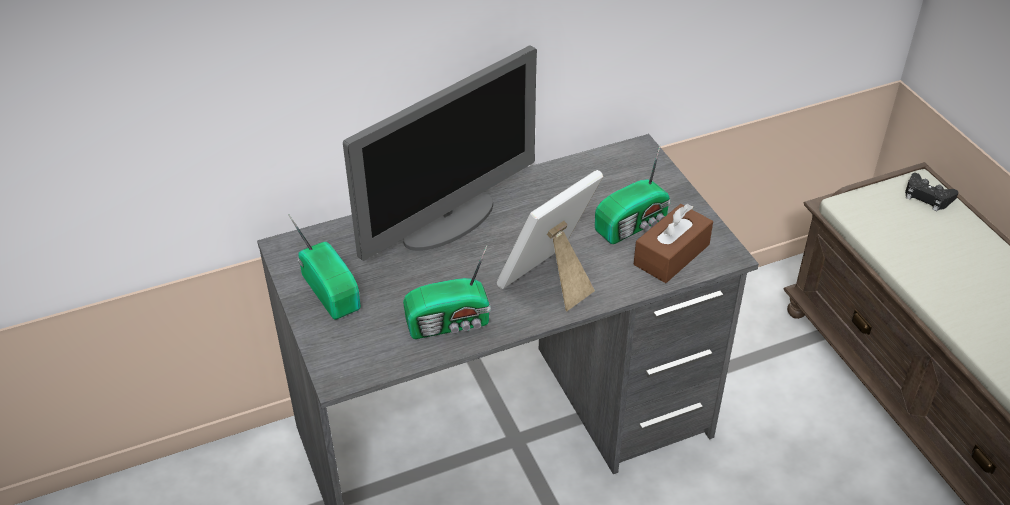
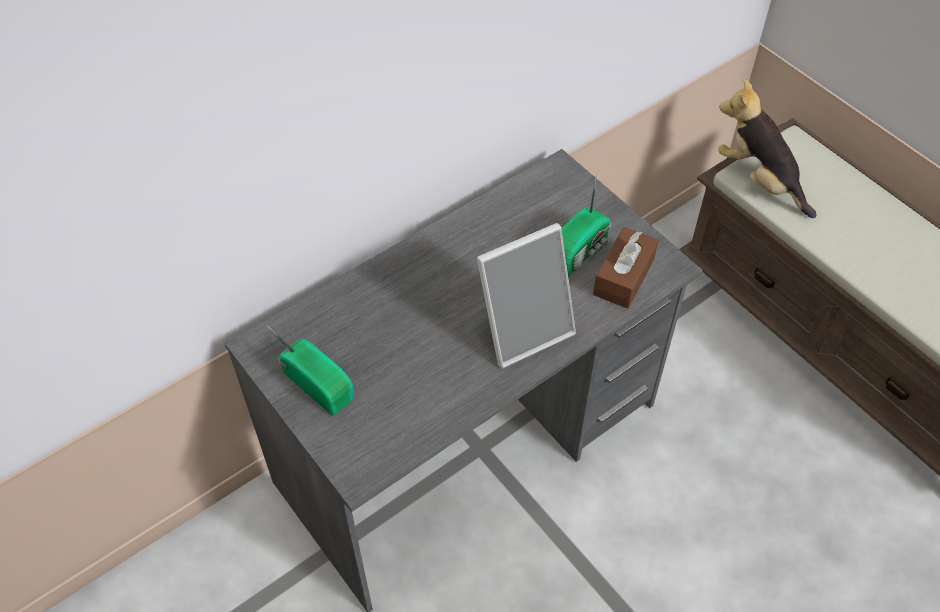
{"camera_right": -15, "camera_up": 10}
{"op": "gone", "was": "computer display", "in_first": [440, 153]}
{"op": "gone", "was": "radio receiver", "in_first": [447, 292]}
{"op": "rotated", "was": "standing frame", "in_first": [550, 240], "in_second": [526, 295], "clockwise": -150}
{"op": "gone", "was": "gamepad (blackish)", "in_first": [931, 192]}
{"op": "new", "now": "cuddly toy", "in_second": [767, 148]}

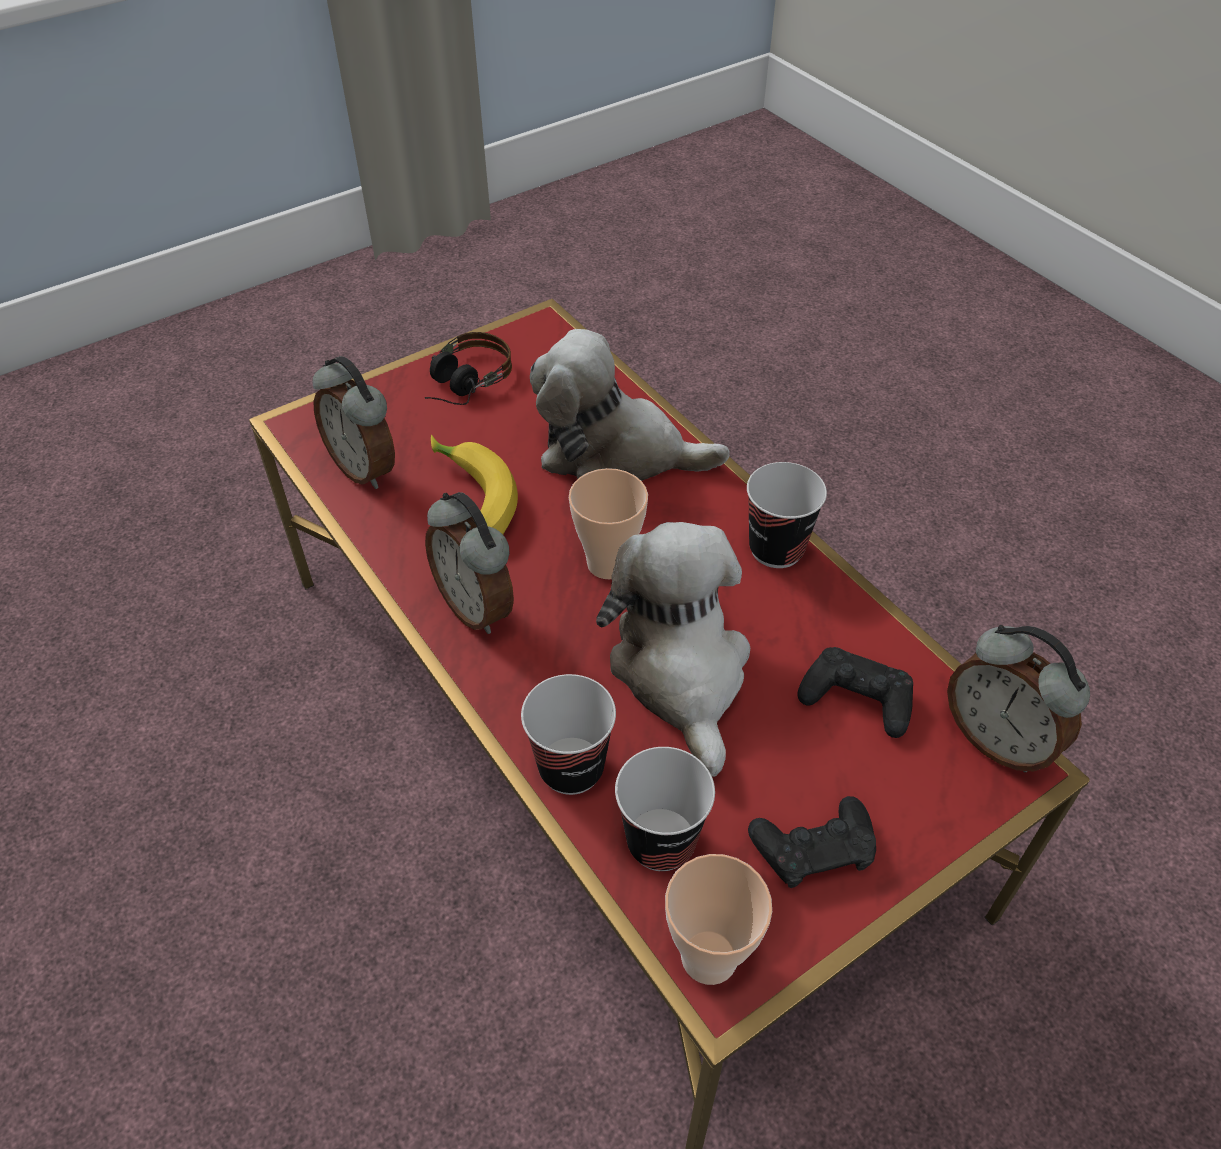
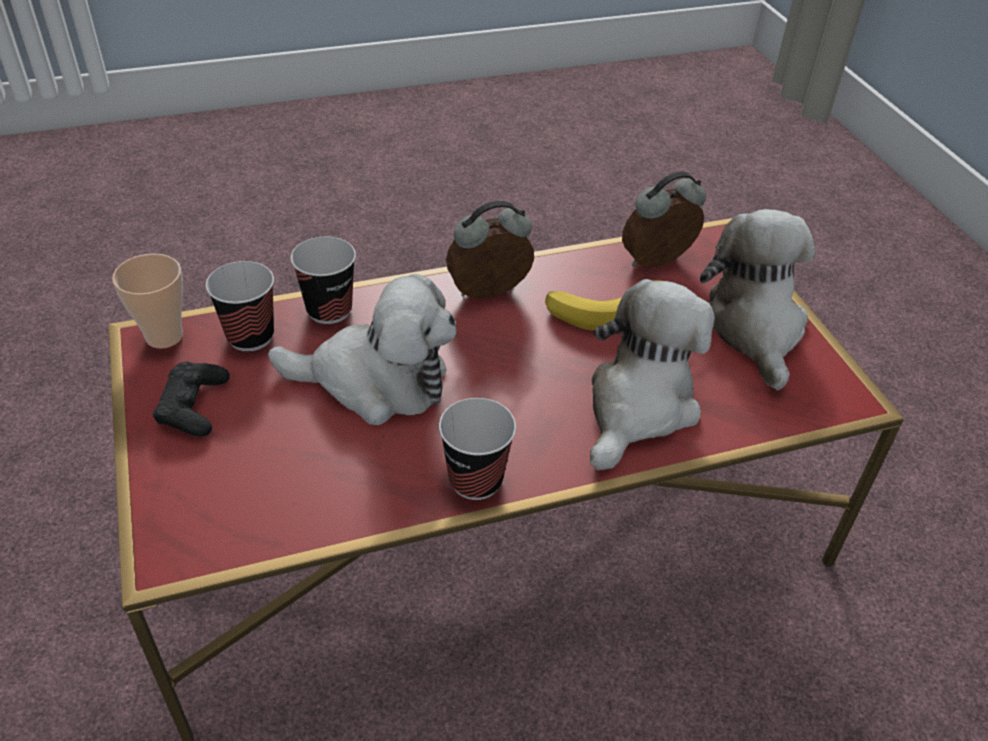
{"camera_right": 105, "camera_up": -5}
{"op": "swapped", "was": "pair of headphones", "now": "cuddly toy", "in_first": [468, 368], "in_second": [757, 300]}
{"op": "gone", "was": "cup", "in_first": [608, 523]}
{"op": "gone", "was": "gamepad (blackish)", "in_first": [855, 692]}
{"op": "gone", "was": "alarm clock", "in_first": [1018, 698]}

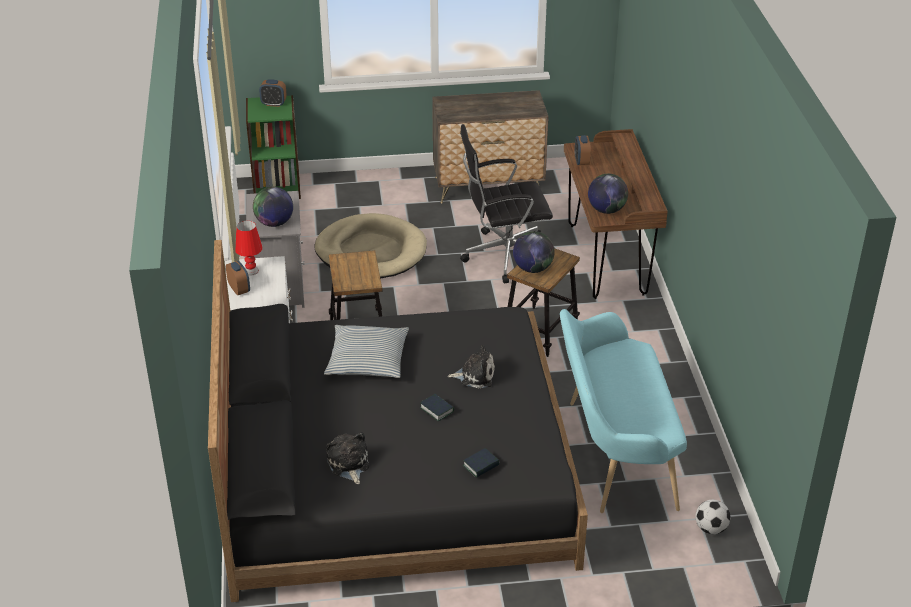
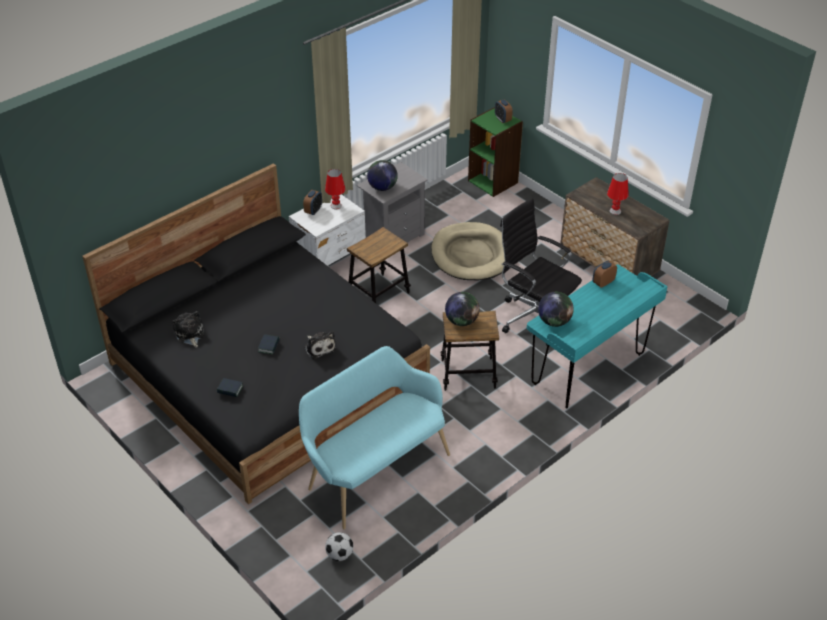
{"camera_right": 55, "camera_up": 5}
{"op": "gone", "was": "cushion", "in_first": [366, 351]}
{"op": "rotated", "was": "cuddly toy", "in_first": [347, 458], "in_second": [188, 329], "clockwise": -60}
{"op": "repainted", "was": "desk unit (brownish)", "now": "desk unit (turquoise)", "in_first": [616, 214], "in_second": [597, 336]}
{"op": "new", "now": "table lamp (red-coloured)", "in_second": [618, 194]}

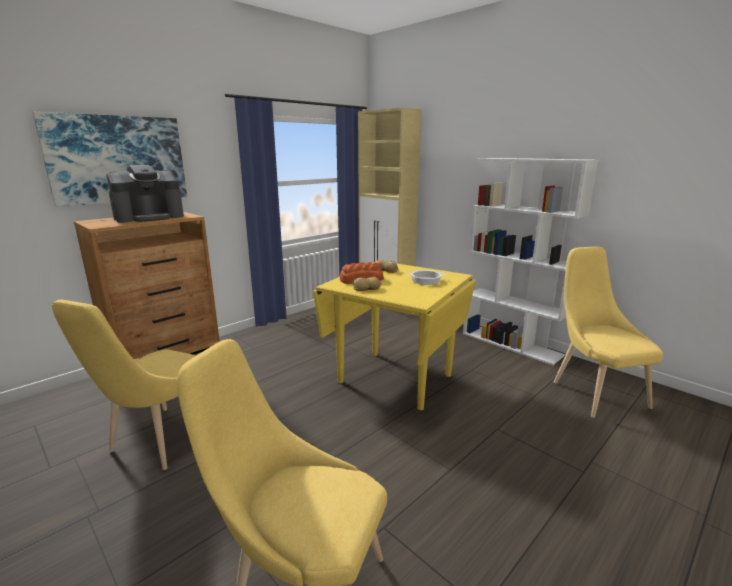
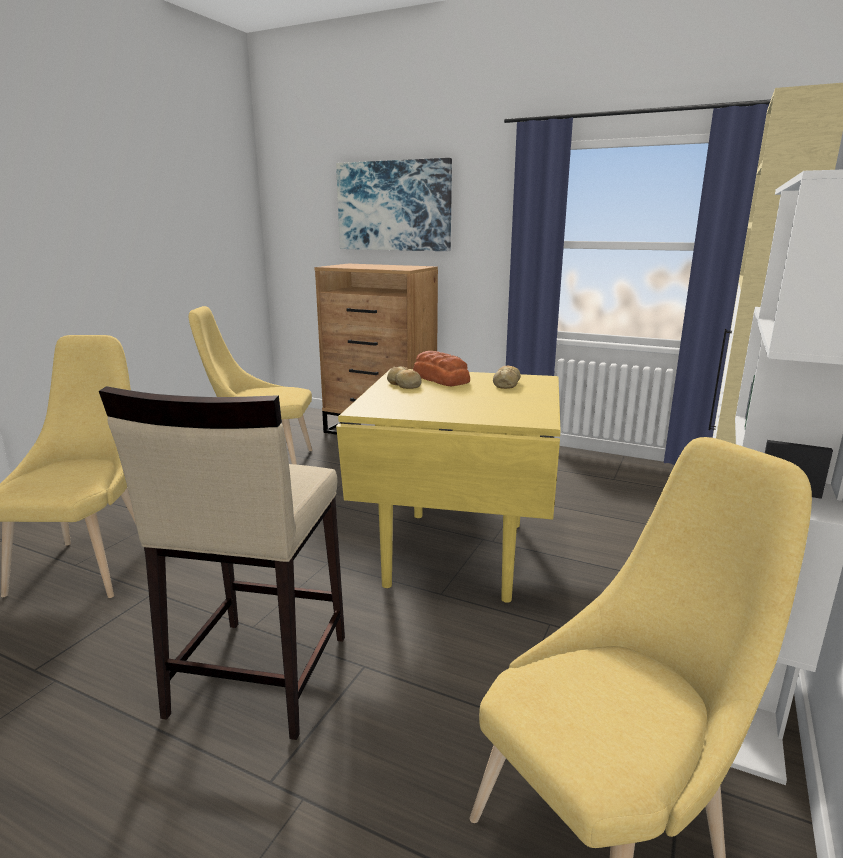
{"camera_right": 70, "camera_up": 0}
{"op": "gone", "was": "coffee maker", "in_first": [145, 194]}
{"op": "gone", "was": "cooking pot", "in_first": [426, 277]}
{"op": "new", "now": "stool (beige-coloured)", "in_second": [222, 563]}

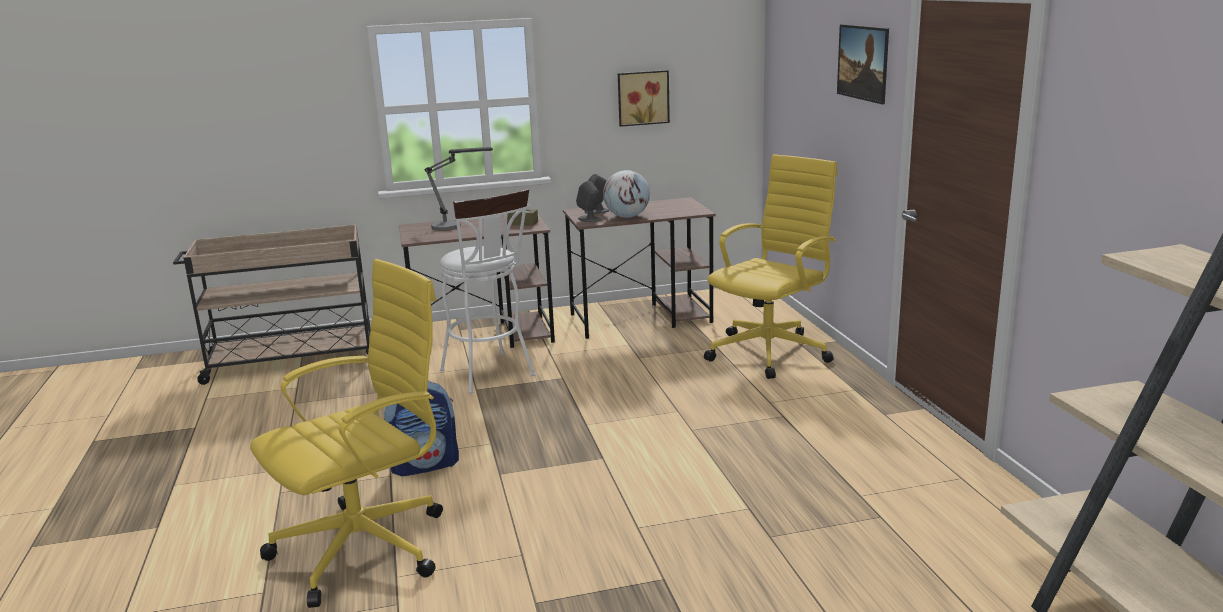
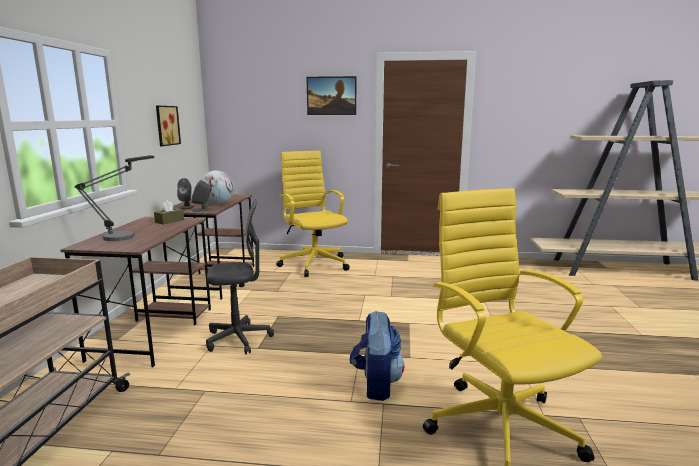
{"camera_right": -70, "camera_up": -5}
{"op": "swapped", "was": "stool (white-coloured)", "now": "office chair (greyish)", "in_first": [487, 291], "in_second": [240, 276]}

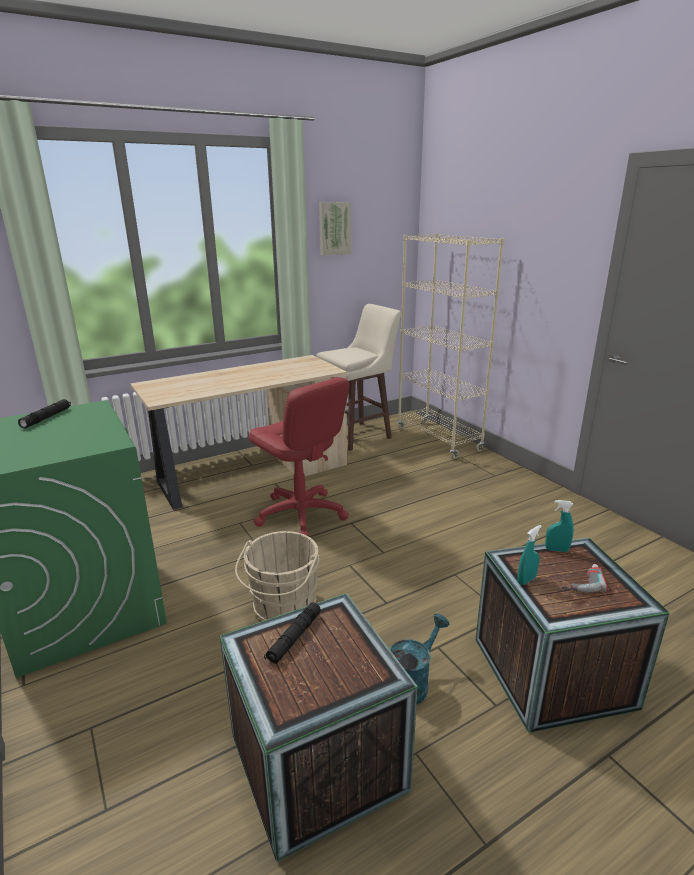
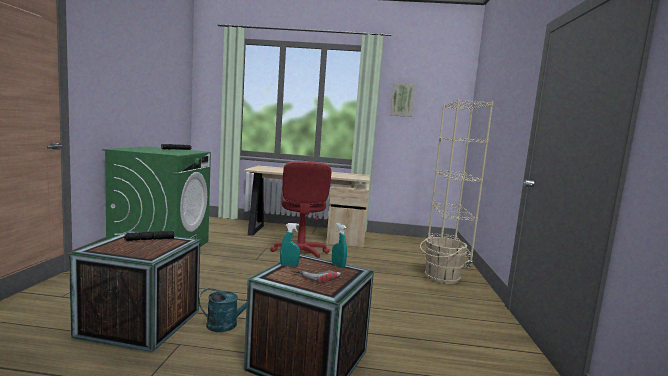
{"camera_right": 35, "camera_up": -15}
{"op": "shifted", "was": "bucket (beige-coloured)", "in_first": [277, 576], "in_second": [443, 259]}
{"op": "gone", "was": "stool (beige-coloured)", "in_first": [358, 377]}

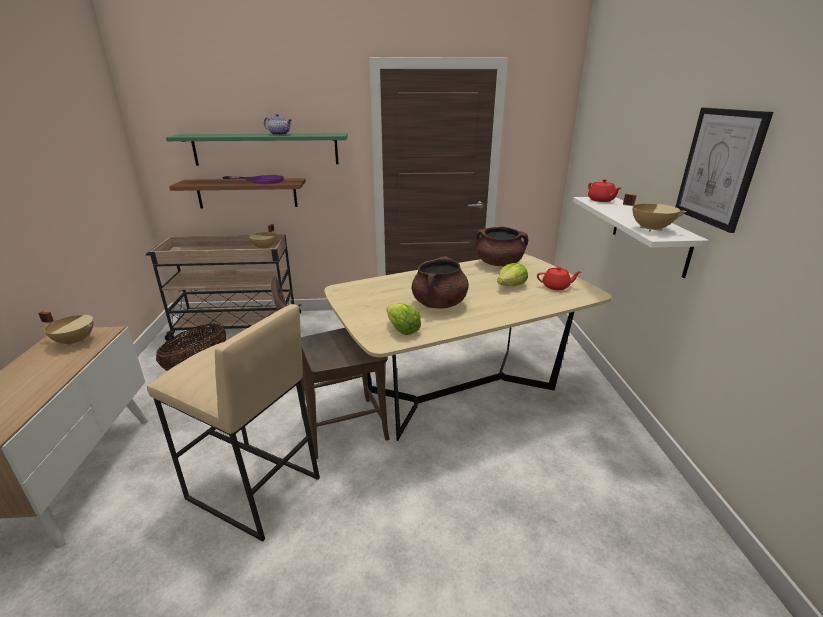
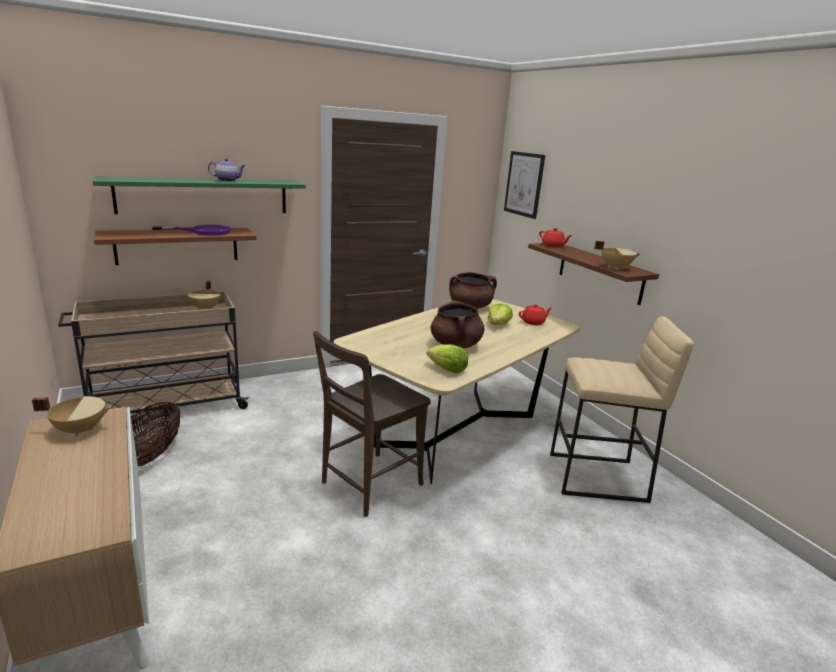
{"camera_right": -25, "camera_up": -5}
{"op": "shifted", "was": "stool (beige-coloured)", "in_first": [233, 422], "in_second": [622, 409]}
{"op": "repainted", "was": "shelf (white-coloured)", "now": "shelf (brownish)", "in_first": [641, 237], "in_second": [593, 274]}
{"op": "shifted", "was": "wall art", "in_first": [724, 170], "in_second": [524, 185]}

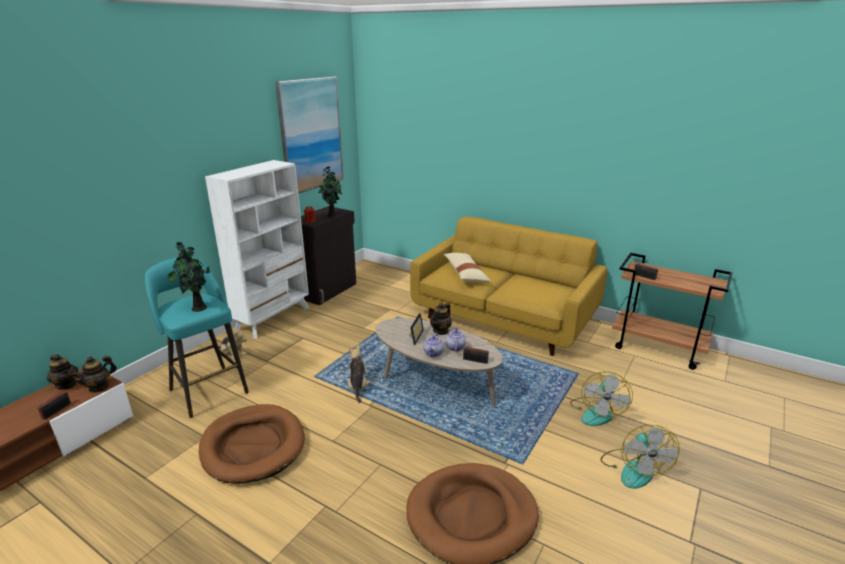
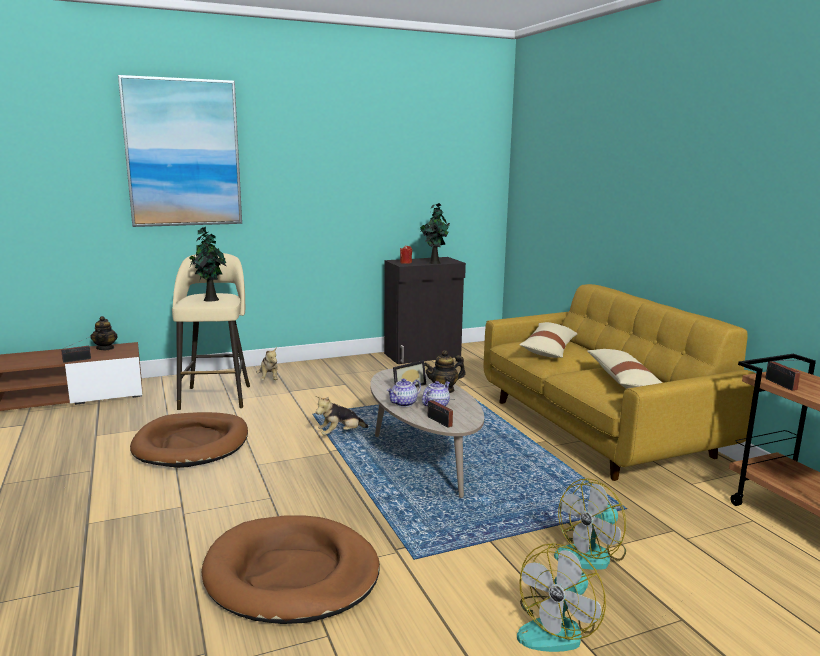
{"camera_right": 35, "camera_up": -10}
{"op": "gone", "was": "tea pot", "in_first": [94, 374]}
{"op": "repainted", "was": "stool (turquoise)", "now": "stool (beige-coloured)", "in_first": [197, 337], "in_second": [211, 331]}
{"op": "gone", "was": "bookshelf (white-coloured)", "in_first": [257, 249]}
{"op": "shifted", "was": "wall art", "in_first": [309, 135], "in_second": [180, 151]}
{"op": "rotated", "was": "cuddly toy", "in_first": [359, 374], "in_second": [342, 415], "clockwise": -150}
{"op": "new", "now": "cushion (beige-coloured)", "in_second": [624, 369]}

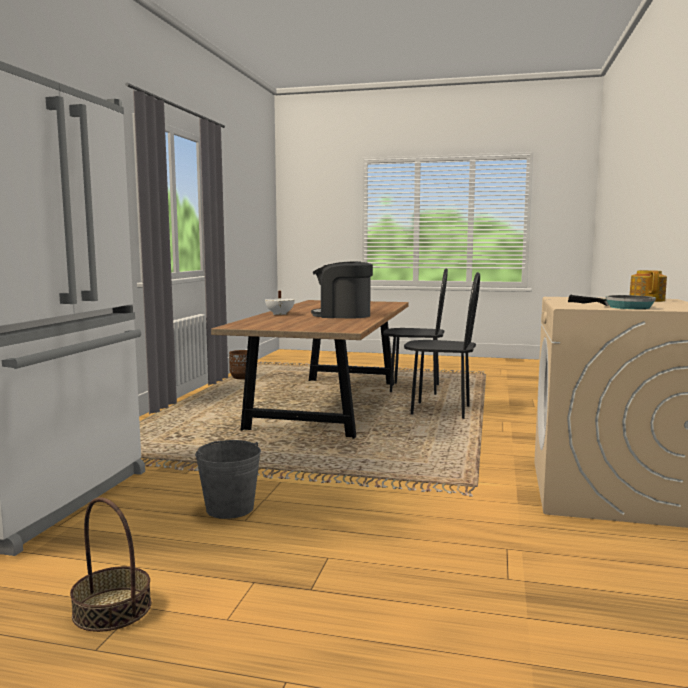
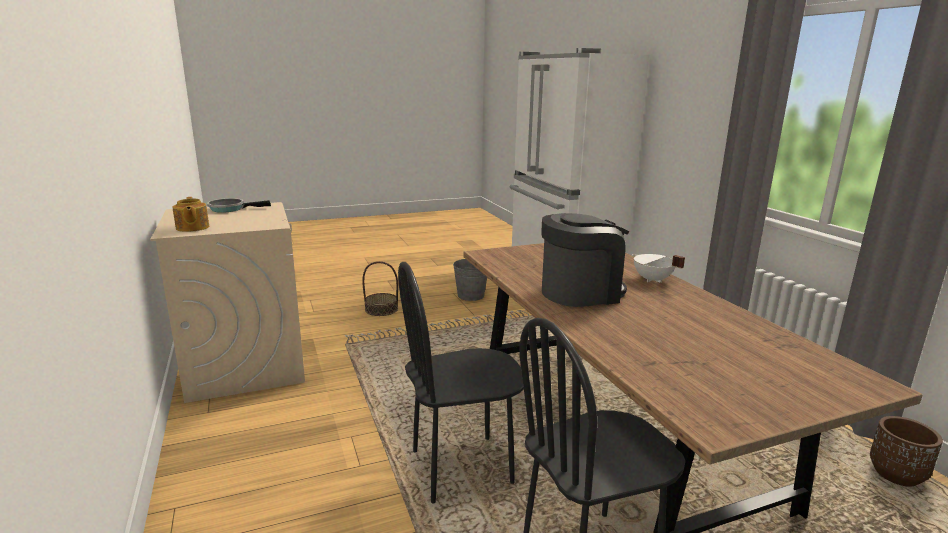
{"camera_right": 145, "camera_up": 10}
{"op": "shifted", "was": "basket", "in_first": [110, 564], "in_second": [380, 288]}

